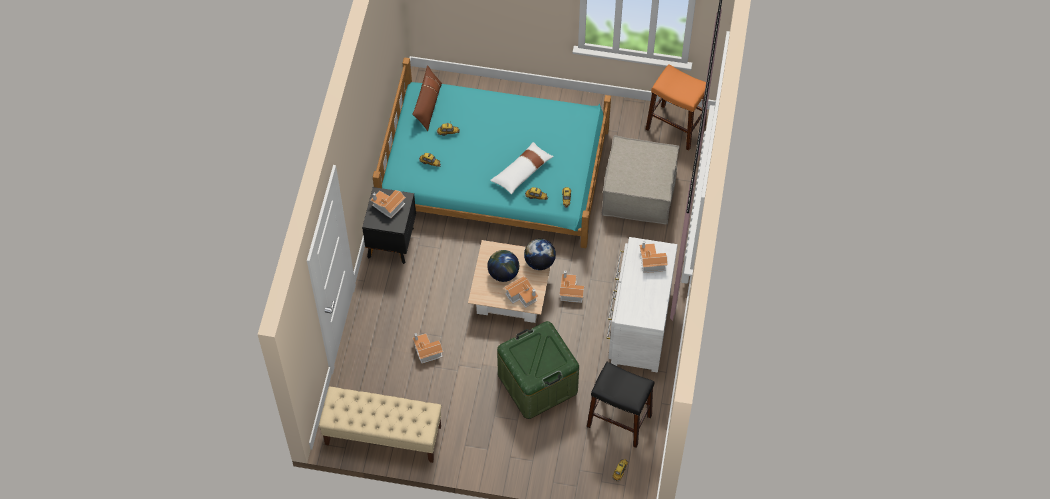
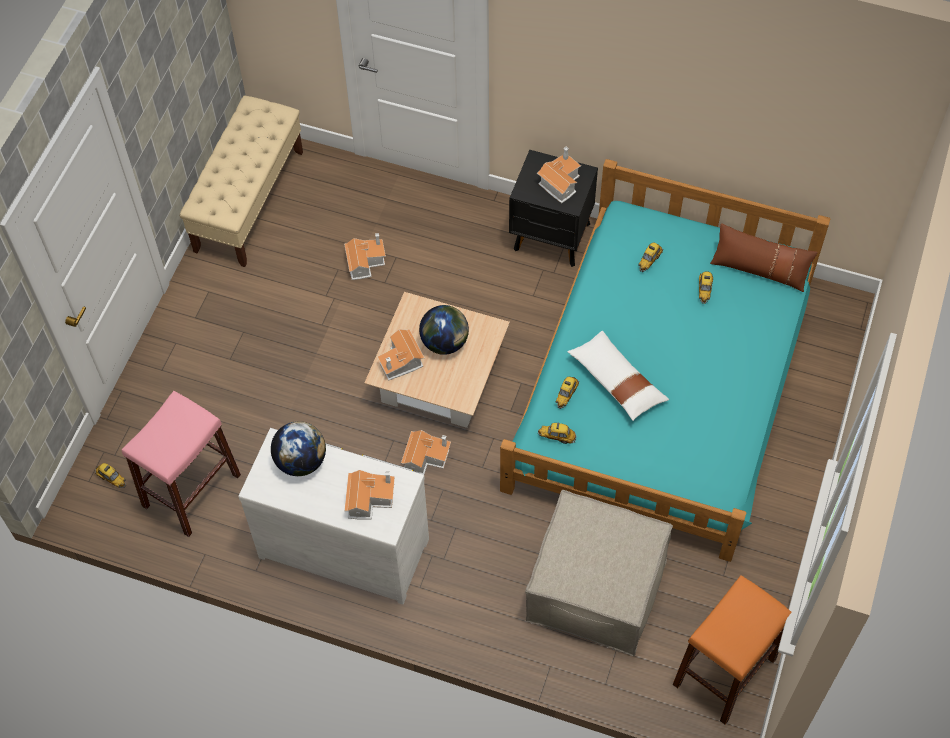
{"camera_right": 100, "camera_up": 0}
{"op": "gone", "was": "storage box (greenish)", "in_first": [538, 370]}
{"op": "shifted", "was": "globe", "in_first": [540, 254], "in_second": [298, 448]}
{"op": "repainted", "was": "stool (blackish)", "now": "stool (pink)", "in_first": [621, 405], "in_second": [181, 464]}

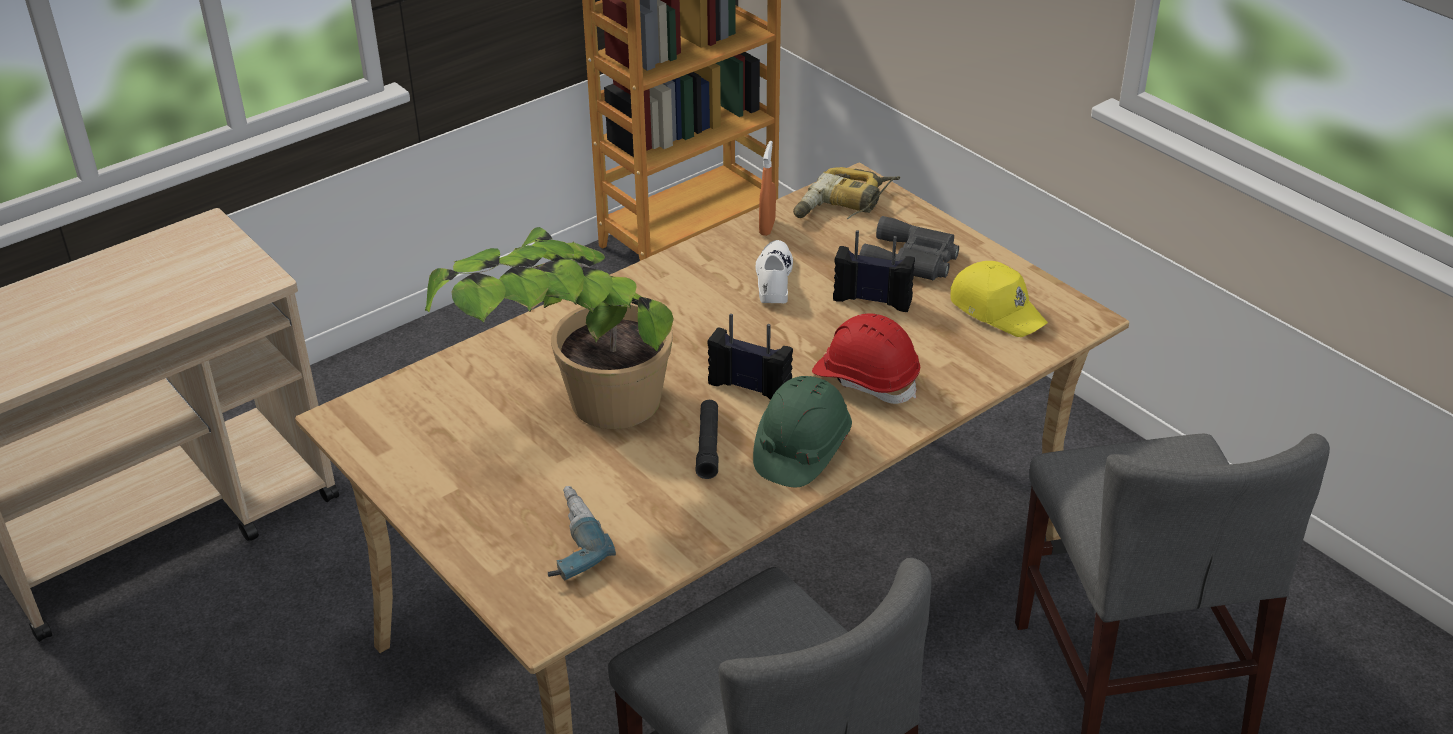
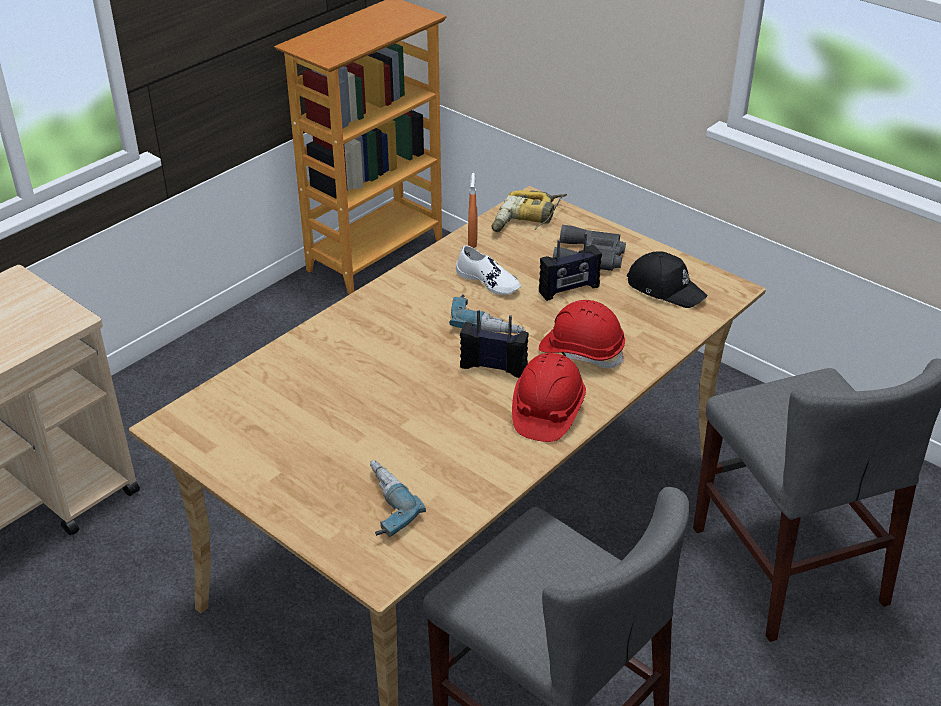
{"camera_right": -10, "camera_up": 0}
{"op": "gone", "was": "potted plant", "in_first": [549, 328]}
{"op": "gone", "was": "hand torch (blackish)", "in_first": [707, 439]}
{"op": "repainted", "was": "work helmet (greenish)", "now": "work helmet (red-coloured)", "in_first": [802, 431], "in_second": [549, 397]}
{"op": "rotated", "was": "item of footwear (white-coloured)", "in_first": [774, 271], "in_second": [488, 270], "clockwise": 135}
{"op": "rotated", "was": "radio receiver", "in_first": [874, 271], "in_second": [570, 267], "clockwise": 150}
{"op": "repainted", "was": "peaked cap (yellow)", "now": "peaked cap (blackish)", "in_first": [999, 299], "in_second": [667, 279]}
{"op": "new", "now": "drill", "in_second": [487, 314]}

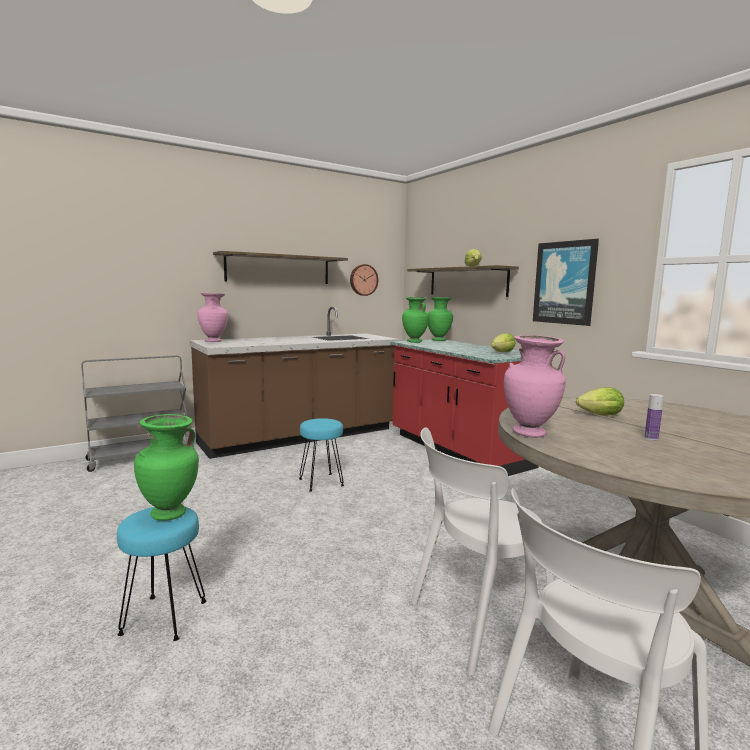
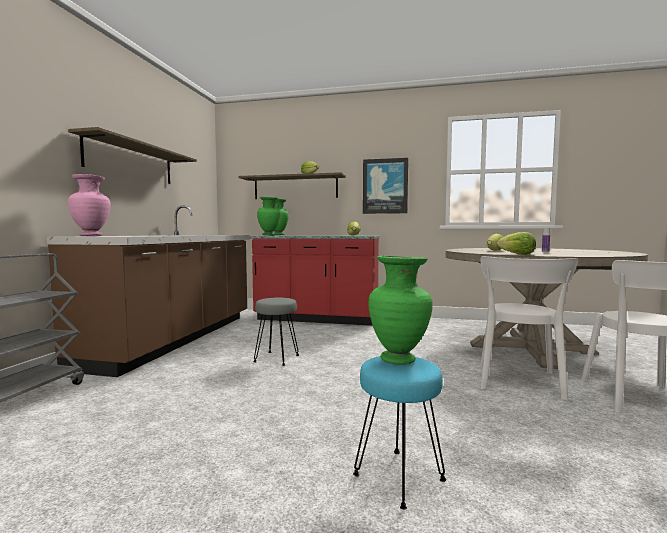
{"camera_right": -45, "camera_up": -5}
{"op": "repainted", "was": "stool (turquoise)", "now": "stool (greyish)", "in_first": [321, 455], "in_second": [276, 331]}
{"op": "gone", "was": "hanging clock", "in_first": [364, 280]}
{"op": "swapped", "was": "vase (pink)", "now": "lettuce head", "in_first": [535, 386], "in_second": [516, 243]}

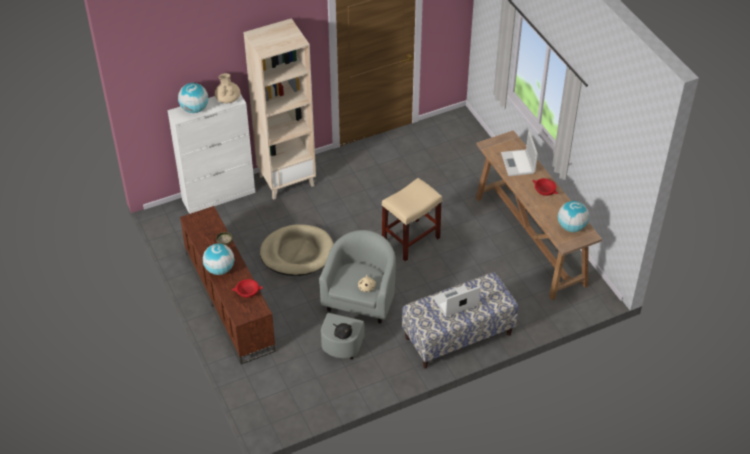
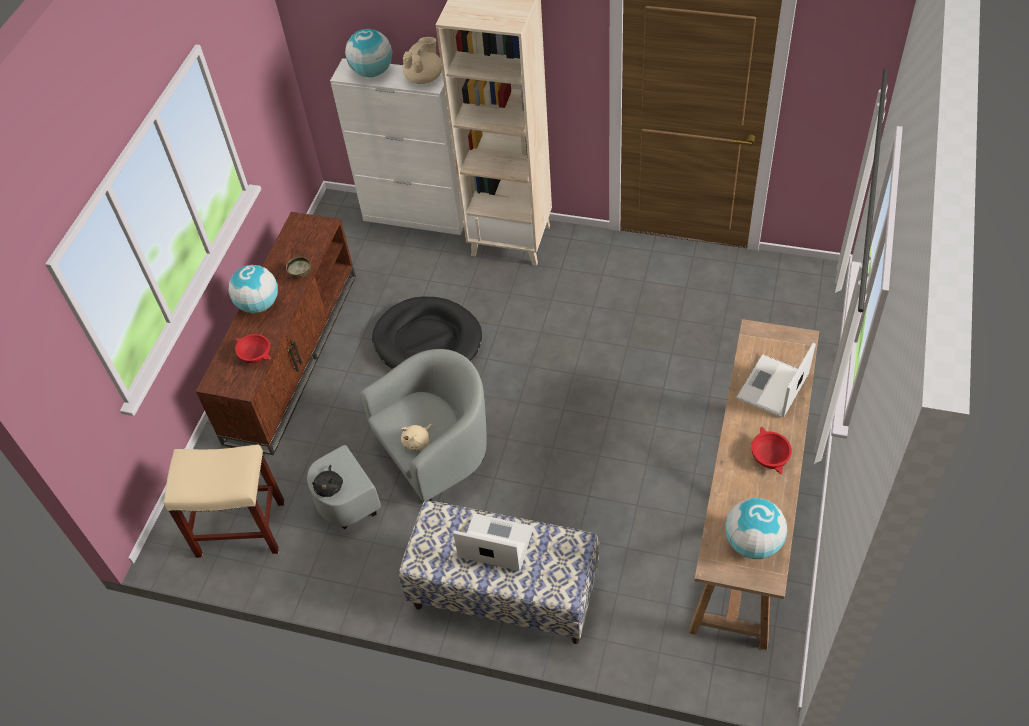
{"camera_right": 45, "camera_up": 5}
{"op": "repainted", "was": "pet bed (beige-coloured)", "now": "pet bed (blackish)", "in_first": [297, 250], "in_second": [427, 333]}
{"op": "shifted", "was": "stool (beige-coloured)", "in_first": [412, 220], "in_second": [224, 501]}

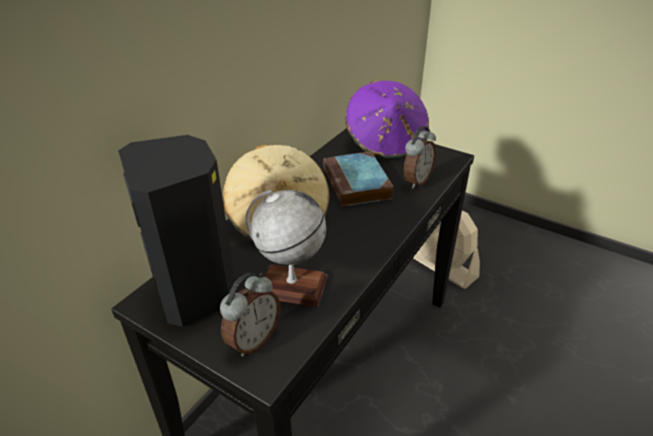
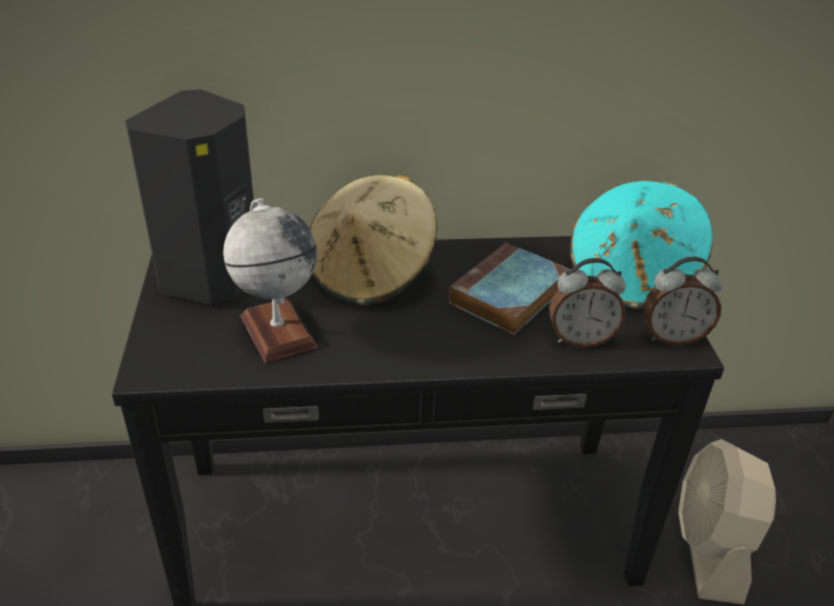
{"camera_right": 50, "camera_up": 0}
{"op": "shifted", "was": "alarm clock", "in_first": [250, 315], "in_second": [682, 301]}
{"op": "repainted", "was": "hat (purplish)", "now": "hat (turquoise)", "in_first": [387, 120], "in_second": [641, 245]}

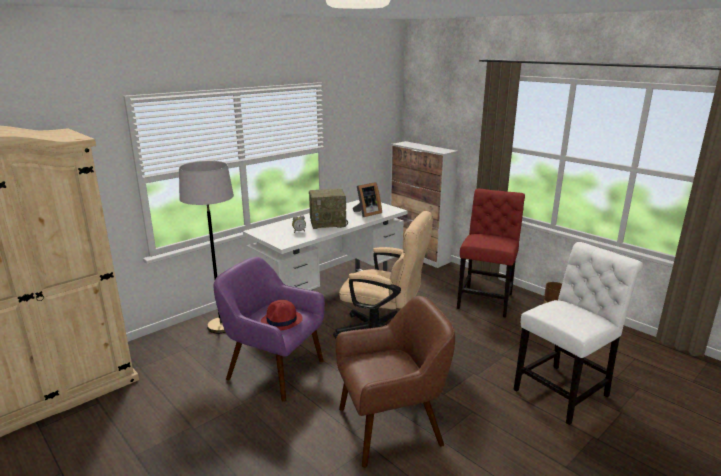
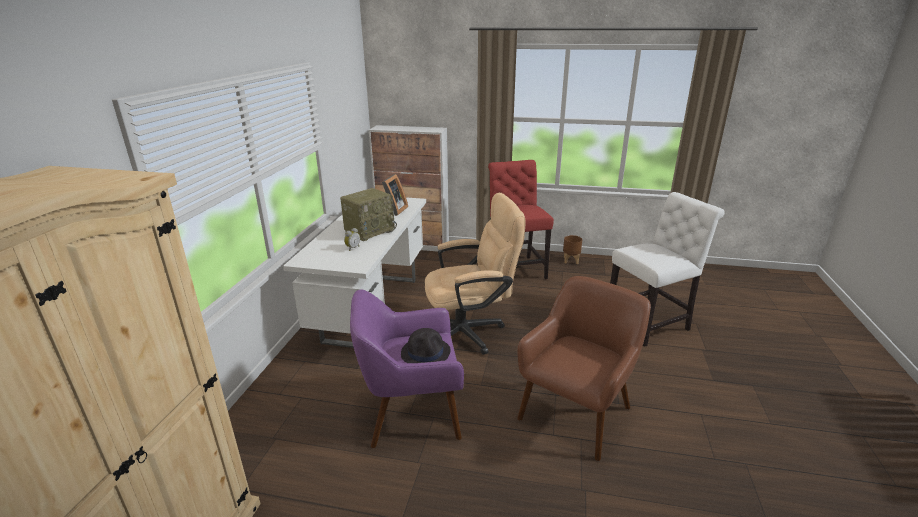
{"camera_right": -35, "camera_up": 5}
{"op": "gone", "was": "standing lamp (greyish)", "in_first": [206, 247]}
{"op": "repainted", "was": "hat (red-coloured)", "now": "hat (blackish)", "in_first": [282, 315], "in_second": [426, 345]}
{"op": "rotated", "was": "upright chair (white-coloured)", "in_first": [578, 333], "in_second": [667, 269], "clockwise": 45}

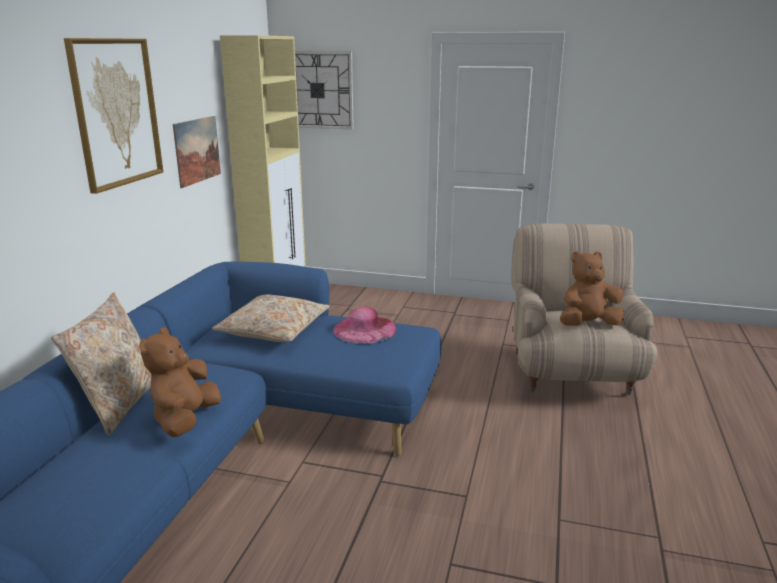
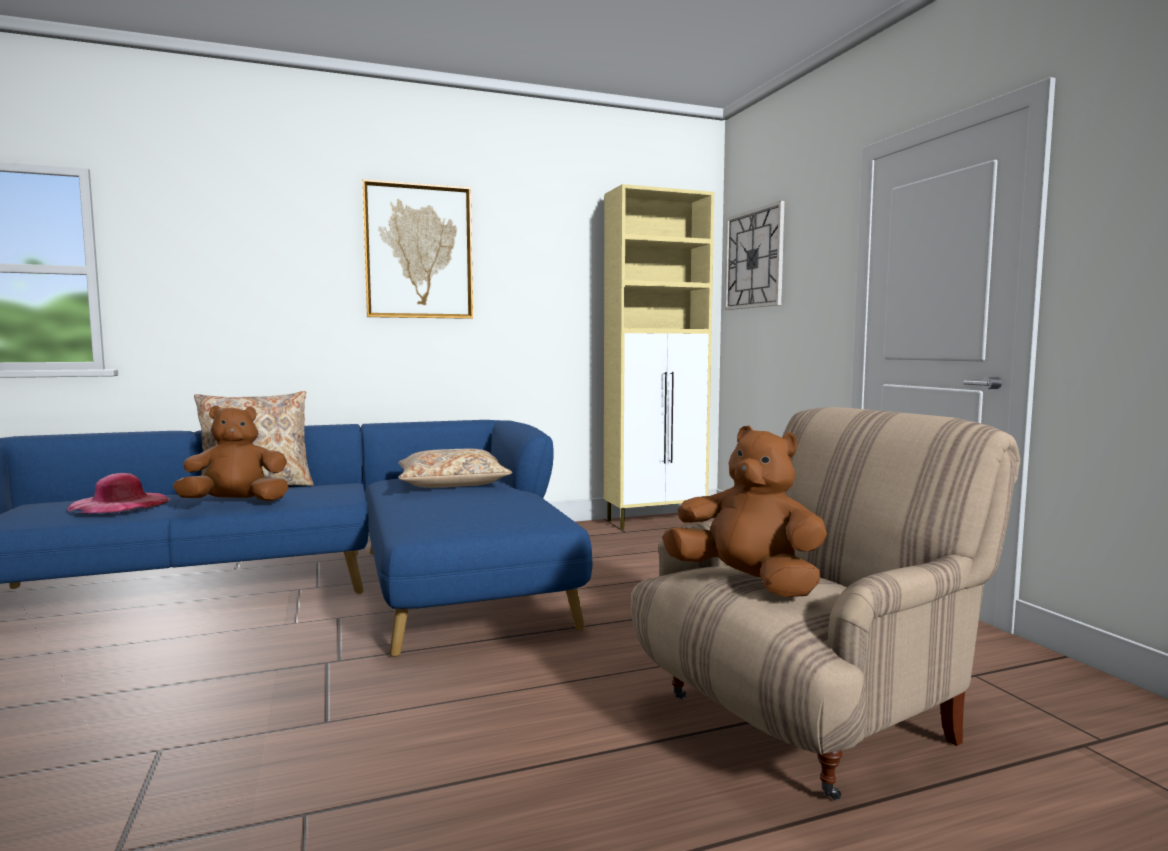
{"camera_right": 55, "camera_up": -15}
{"op": "gone", "was": "wall art", "in_first": [197, 152]}
{"op": "shifted", "was": "hat (pink)", "in_first": [364, 325], "in_second": [118, 493]}

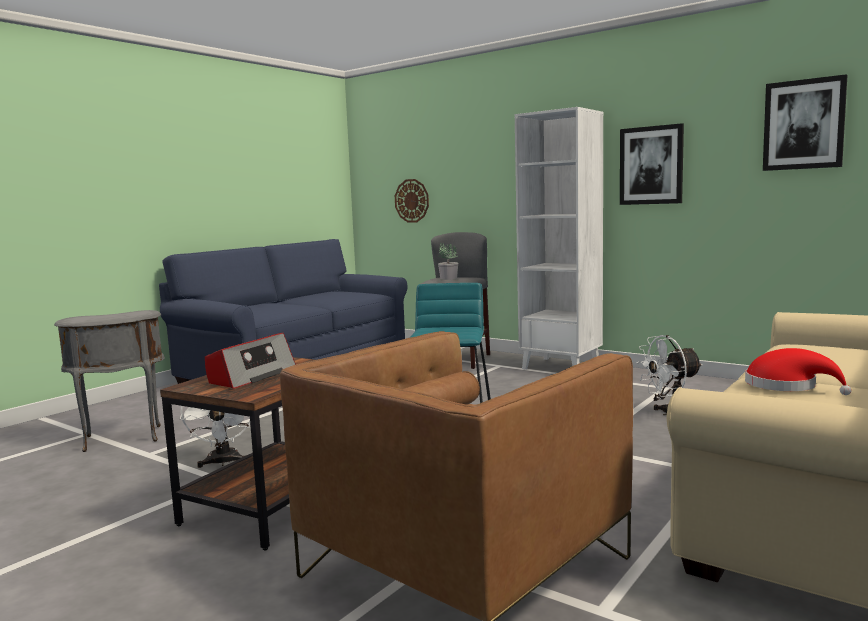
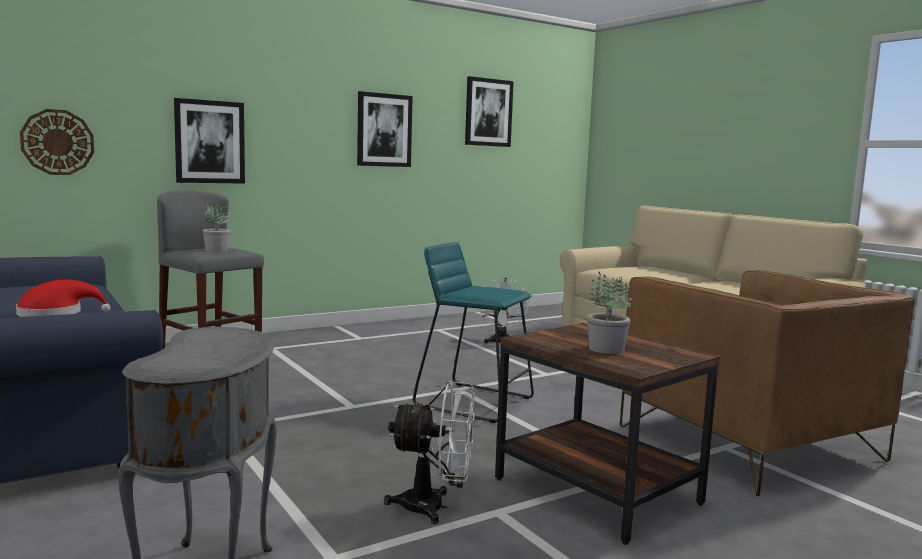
{"camera_right": -70, "camera_up": 0}
{"op": "swapped", "was": "radio receiver", "now": "potted plant", "in_first": [250, 361], "in_second": [609, 313]}
{"op": "gone", "was": "bookshelf (white-coloured)", "in_first": [559, 238]}
{"op": "shifted", "was": "hat (red-coloured)", "in_first": [798, 371], "in_second": [63, 298]}
{"op": "new", "now": "wall art", "in_second": [209, 141]}

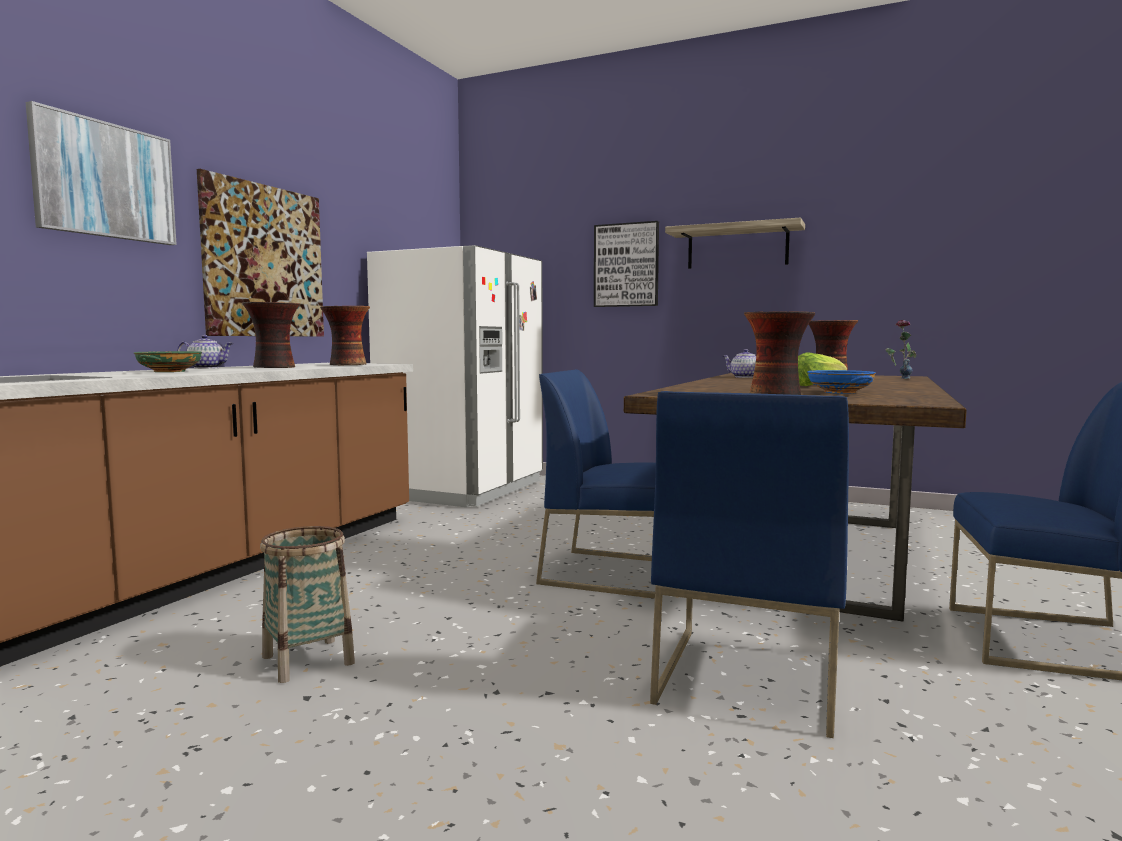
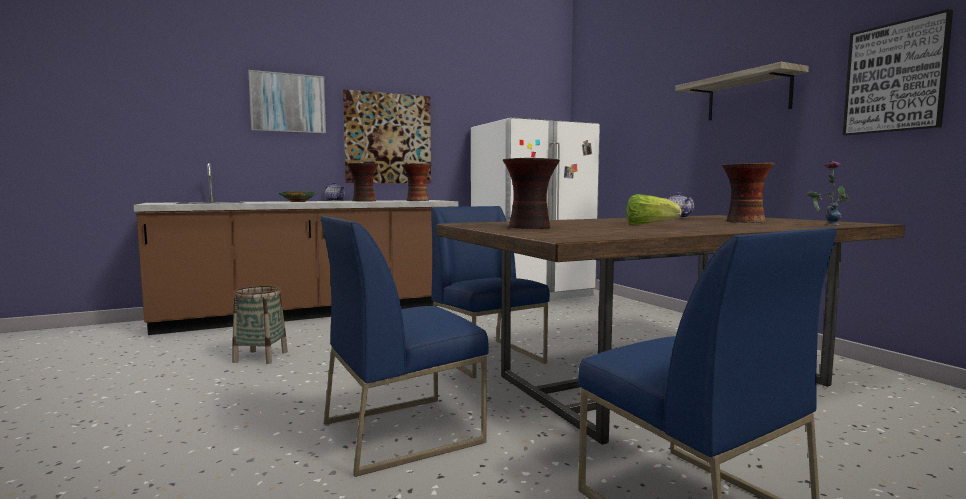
{"camera_right": 40, "camera_up": 0}
{"op": "shifted", "was": "wall art", "in_first": [626, 264], "in_second": [898, 72]}
{"op": "gone", "was": "bowl (bluish)", "in_first": [841, 382]}

